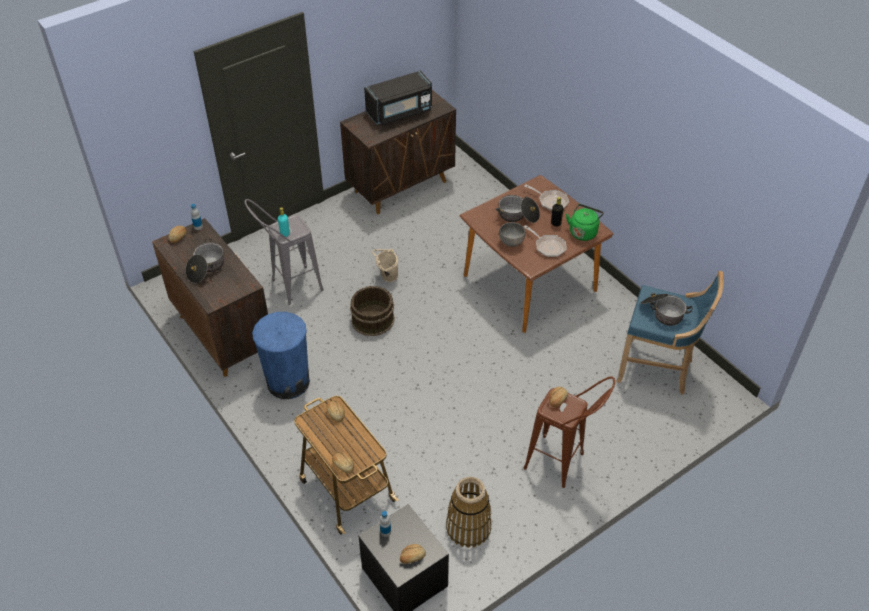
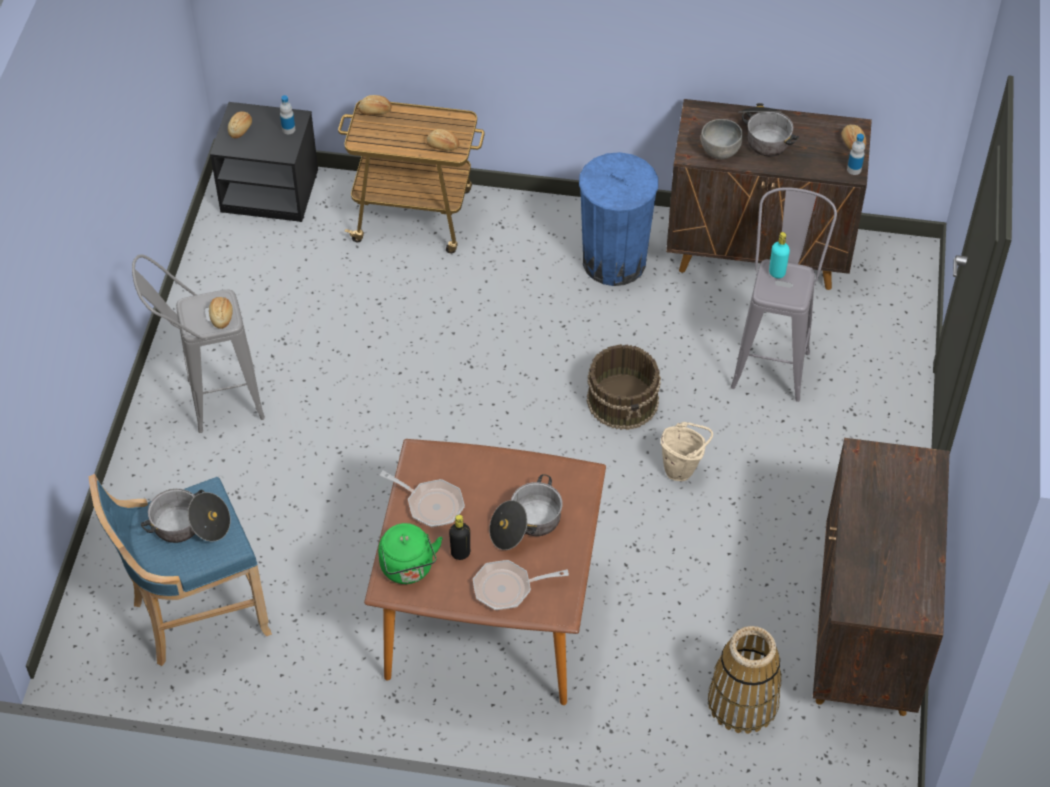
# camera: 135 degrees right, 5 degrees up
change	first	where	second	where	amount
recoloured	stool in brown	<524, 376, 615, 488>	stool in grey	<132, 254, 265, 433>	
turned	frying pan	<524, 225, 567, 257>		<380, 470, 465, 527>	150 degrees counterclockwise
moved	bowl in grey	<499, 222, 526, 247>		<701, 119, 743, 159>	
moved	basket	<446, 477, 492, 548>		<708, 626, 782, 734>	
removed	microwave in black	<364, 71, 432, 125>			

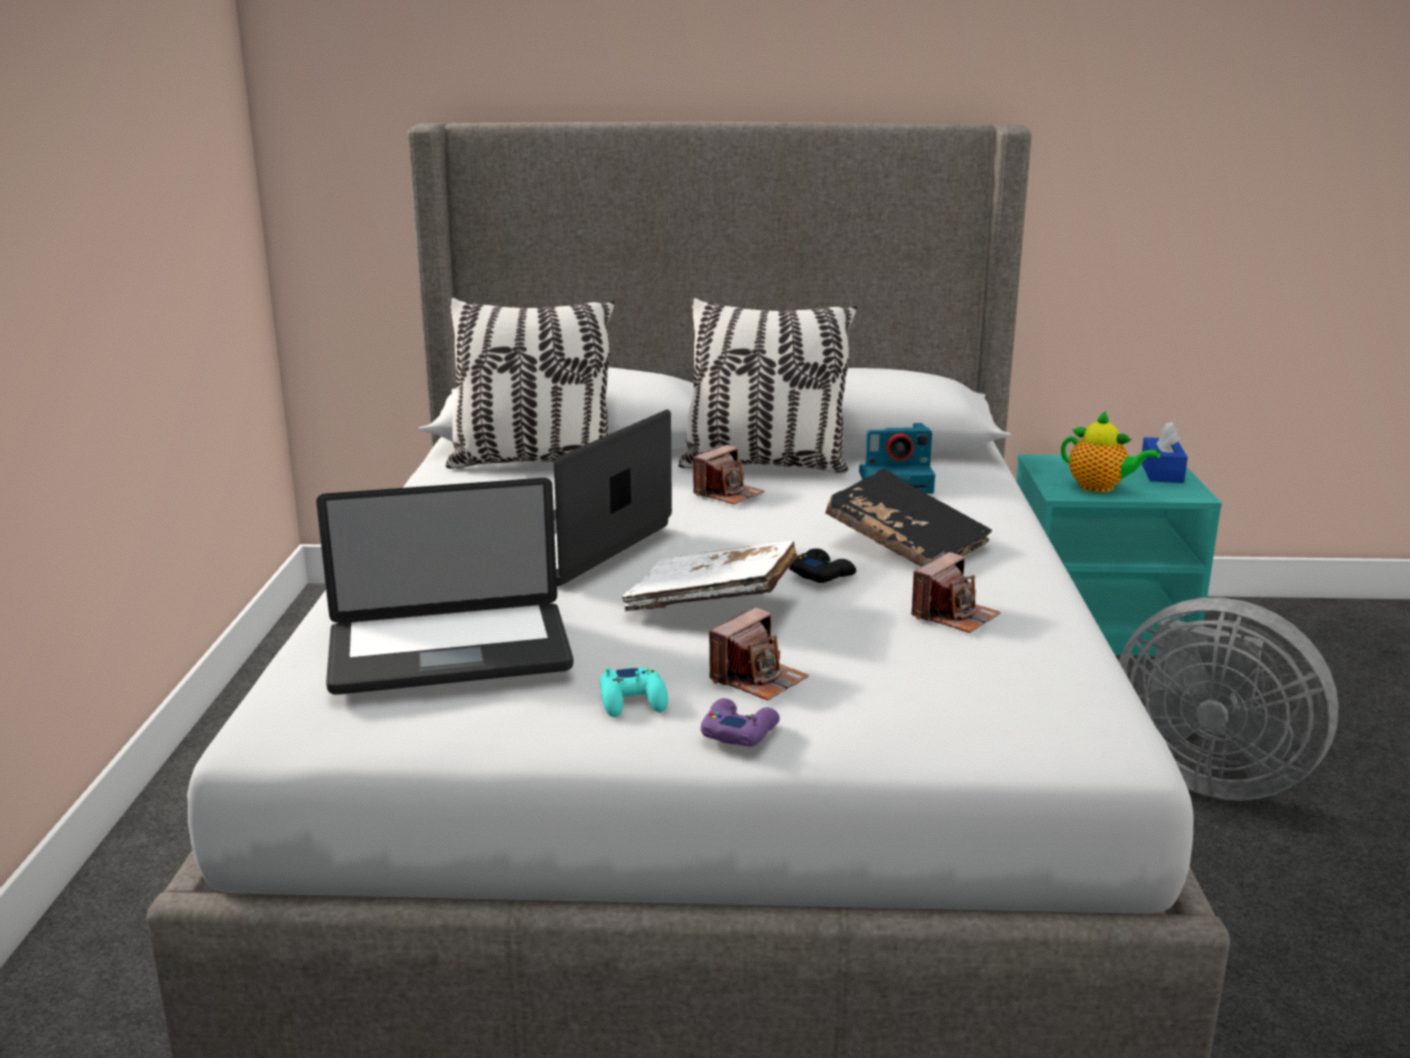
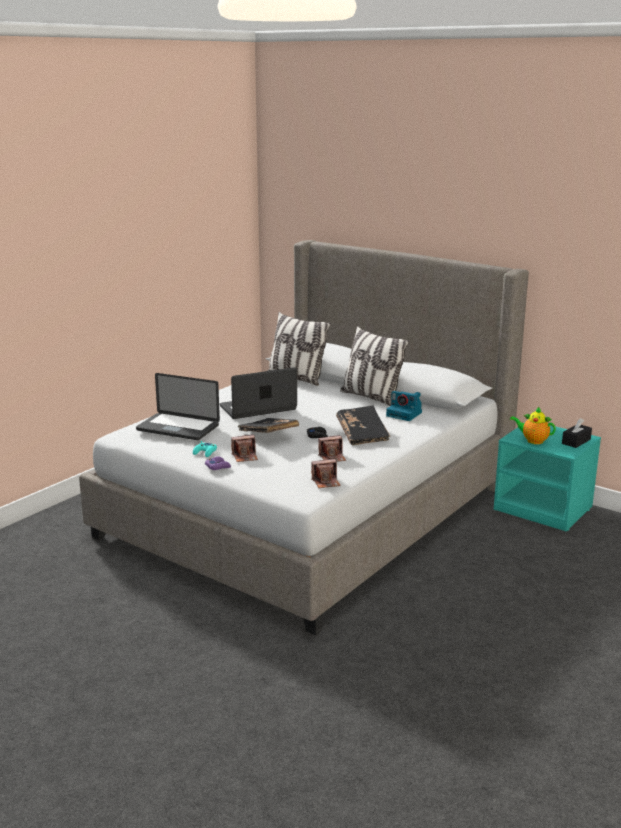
# camera: 35 degrees right, 0 degrees up
change	first	where	second	where	amount
recoloured	book in white	<622, 540, 798, 611>	book in black	<238, 418, 299, 433>	
moved	photo camera	<693, 445, 765, 504>		<311, 458, 341, 488>	
turned	teapot	<1061, 411, 1160, 493>		<510, 407, 556, 444>	135 degrees clockwise
recoloured	tissue box in blue	<1141, 422, 1188, 483>	tissue box in black	<562, 418, 592, 448>	
removed	fan in grey	<1119, 597, 1339, 801>			

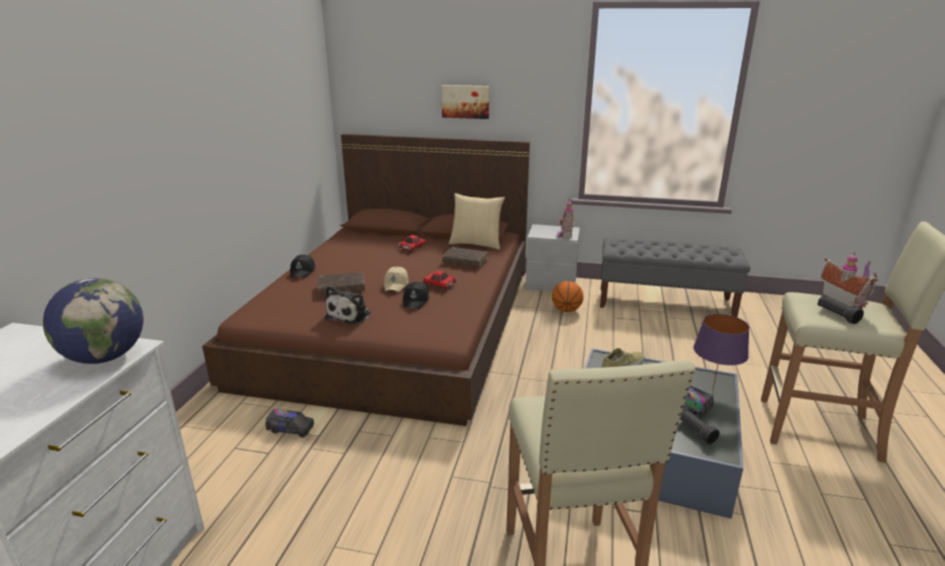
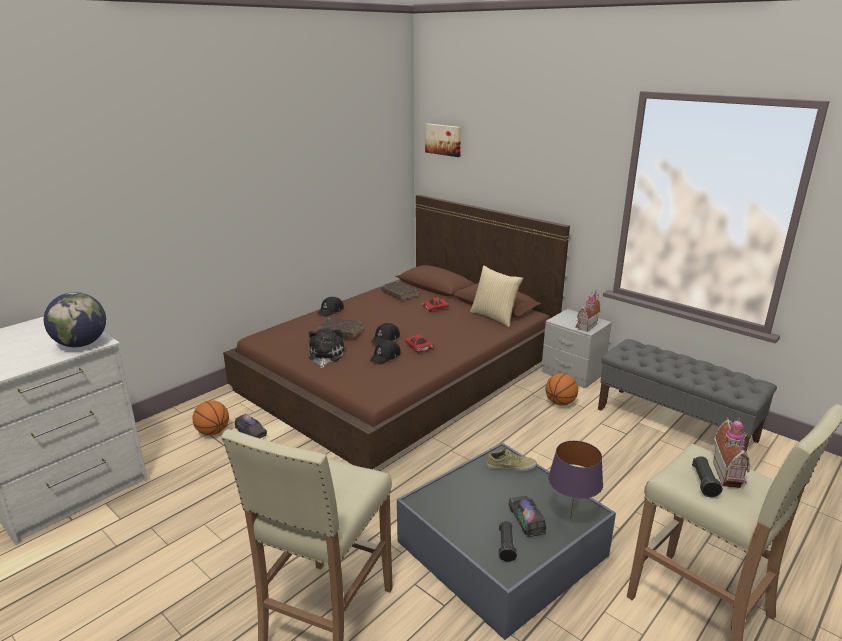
# camera: 30 degrees right, 0 degrees up
change	first	where	second	where	amount
added			basketball	<192, 400, 229, 436>	
turned	plush toy	<325, 286, 371, 324>		<309, 328, 344, 368>	135 degrees clockwise
recoloured	cap in beige	<384, 266, 409, 292>	cap in black	<371, 323, 400, 344>	
moved	book in brown	<442, 247, 489, 267>		<381, 281, 419, 300>	
moved	picture	<441, 85, 489, 119>		<425, 124, 461, 157>	

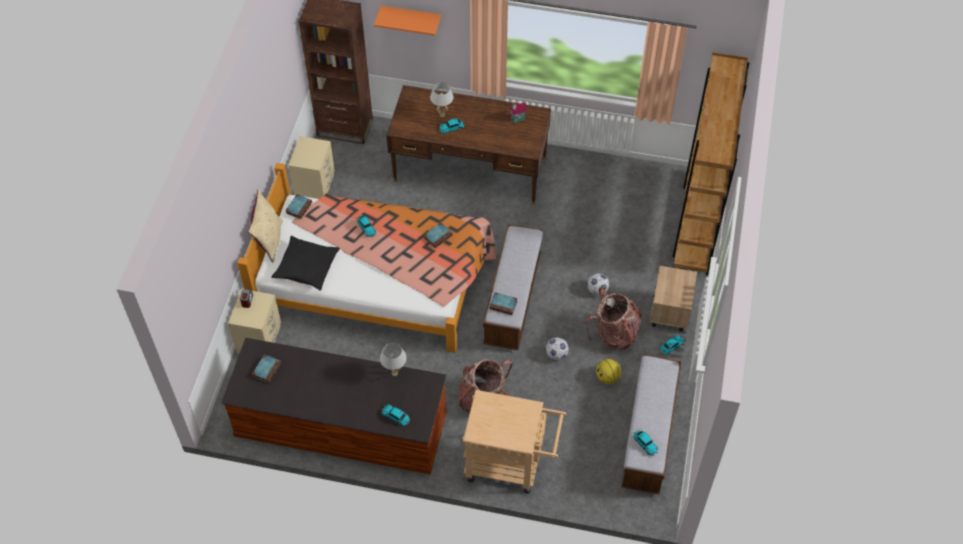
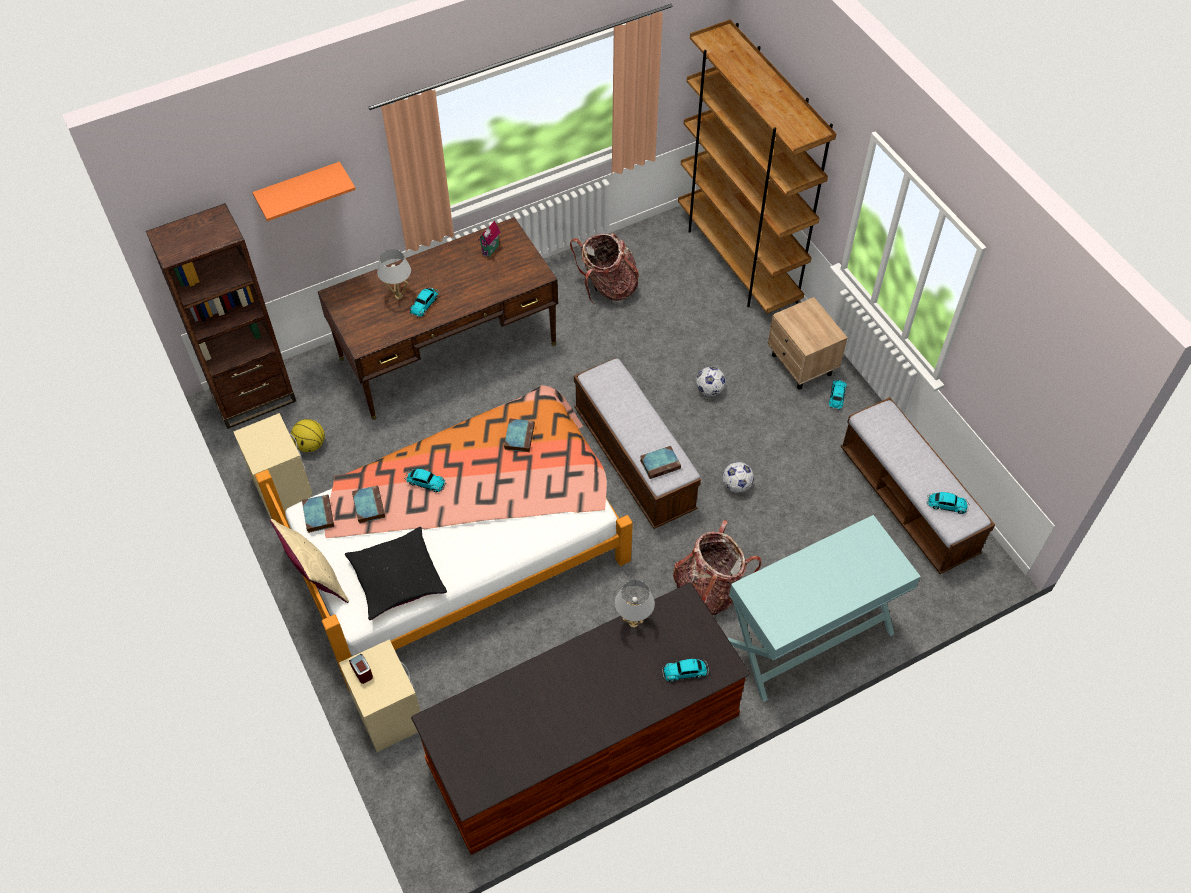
# camera: 40 degrees left, 0 degrees up
change	first	where	second	where	amount
moved	basketball	<596, 359, 621, 384>		<291, 419, 325, 452>	
moved	book	<252, 354, 281, 383>		<352, 485, 385, 524>	
moved	backpack	<586, 287, 642, 350>		<570, 233, 639, 304>	
replaced	cart in beige	<462, 390, 566, 493>	console table in turquoise	<727, 515, 921, 702>	

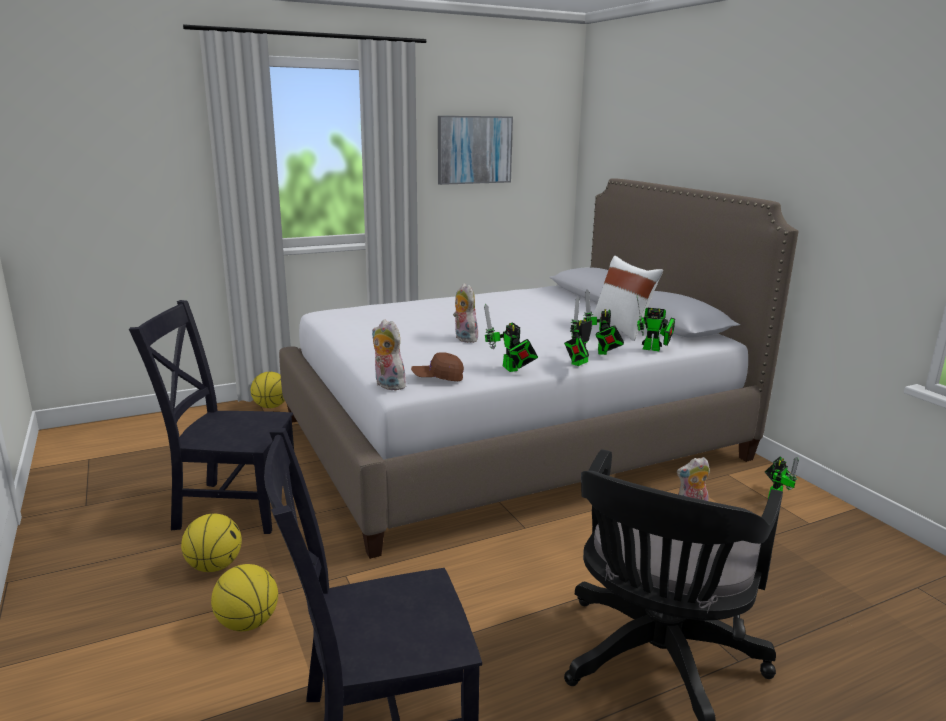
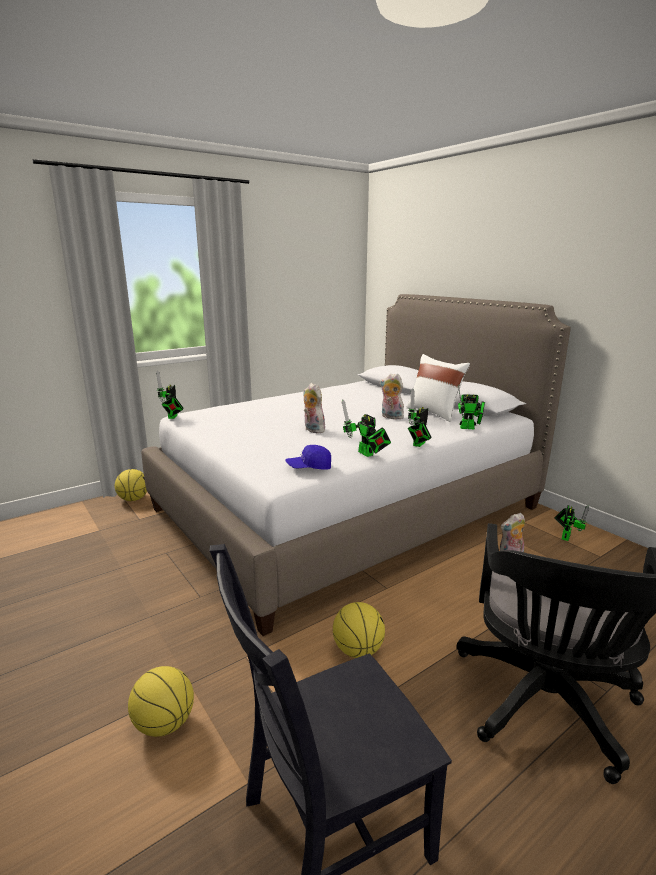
# camera: 10 degrees left, 0 degrees up
change	first	where	second	where	amount
moved	toy robot	<584, 289, 624, 355>		<156, 370, 184, 419>	
recoloured	cap in brown	<411, 352, 464, 381>	cap in blue	<285, 445, 331, 470>	
moved	basketball	<181, 514, 242, 572>		<333, 602, 385, 658>	
moved	plush toy	<372, 319, 406, 390>		<380, 373, 404, 419>	
removed	chair in black	<129, 300, 294, 534>			
removed	picture	<438, 116, 513, 185>			

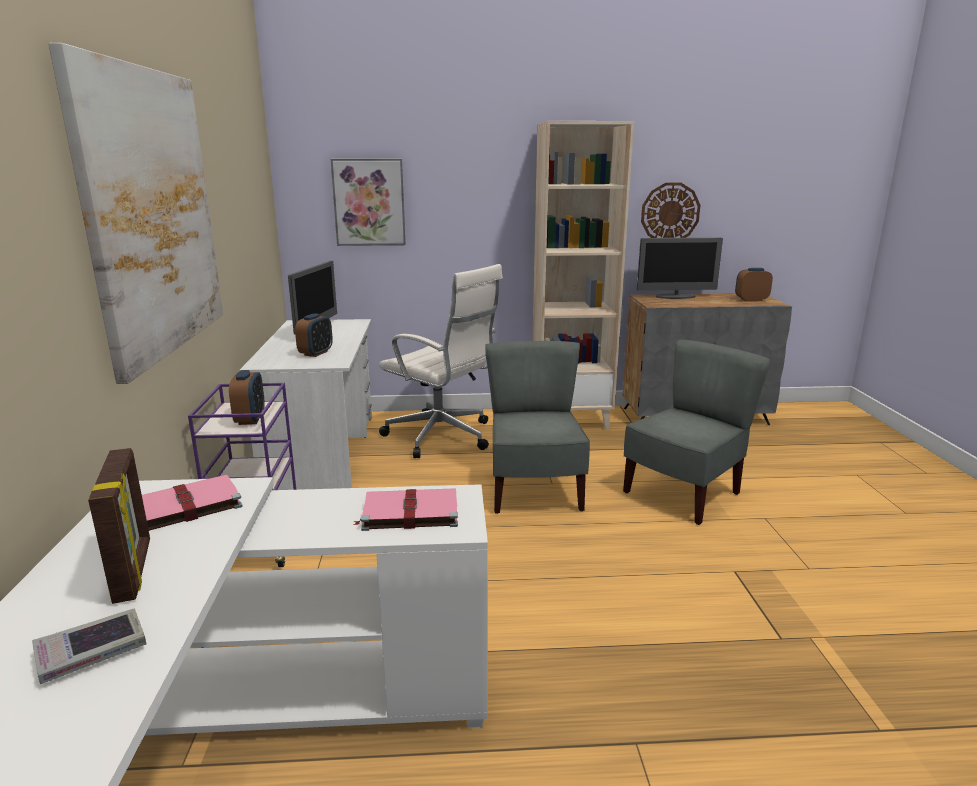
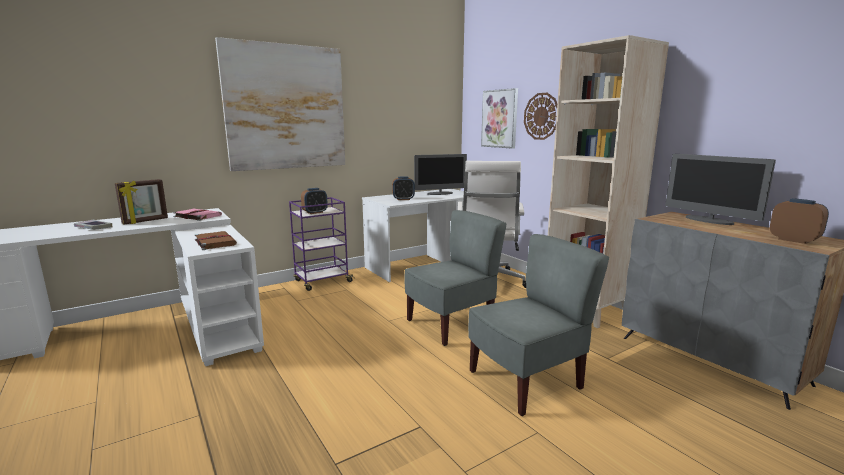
# camera: 60 degrees right, 5 degrees down
change	first	where	second	where	amount
recoloured	book in pink	<354, 488, 458, 531>	book in brown	<194, 231, 237, 250>	
turned	chair in grey	<623, 340, 770, 525>		<468, 234, 609, 416>	45 degrees counterclockwise
moved	wall clock	<641, 183, 701, 238>		<524, 93, 557, 140>	

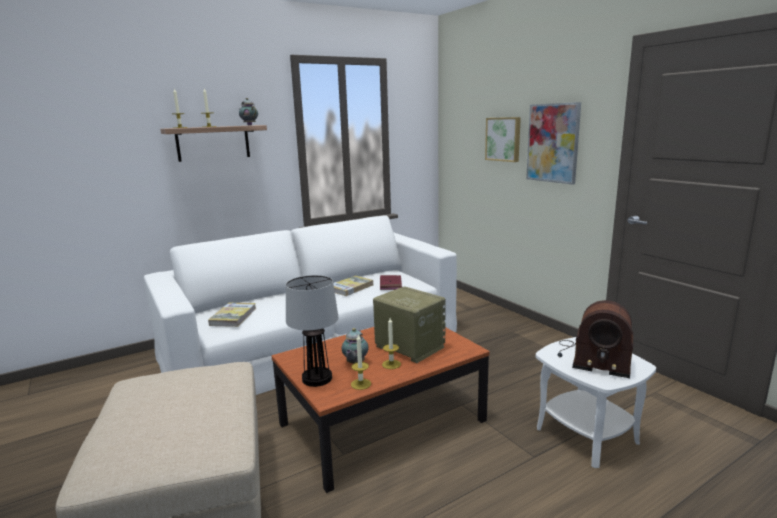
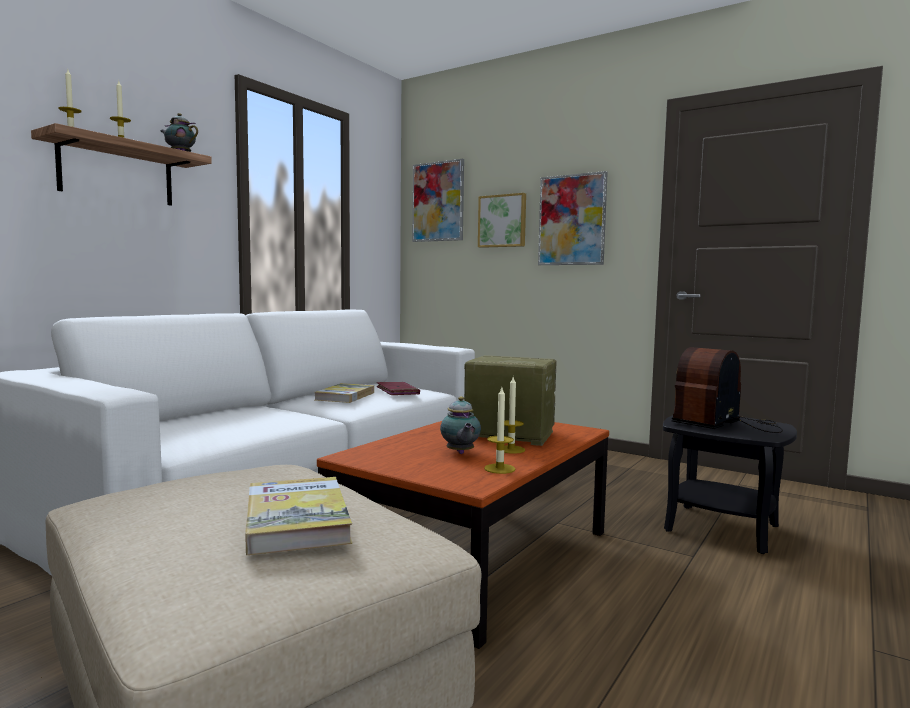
# camera: 25 degrees left, 10 degrees down
change	first	where	second	where	amount
moved	book	<208, 303, 256, 327>		<245, 477, 352, 555>	
added			picture	<412, 159, 464, 242>	
recoloured	side table in white	<536, 337, 656, 468>	side table in black	<663, 415, 797, 554>	
turned	radio	<558, 300, 633, 378>		<672, 347, 783, 433>	135 degrees clockwise
removed	table lamp	<286, 275, 339, 387>			

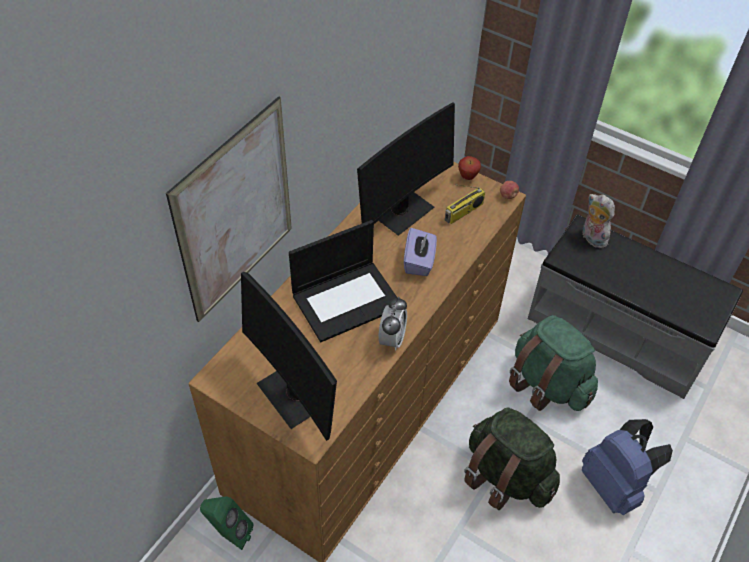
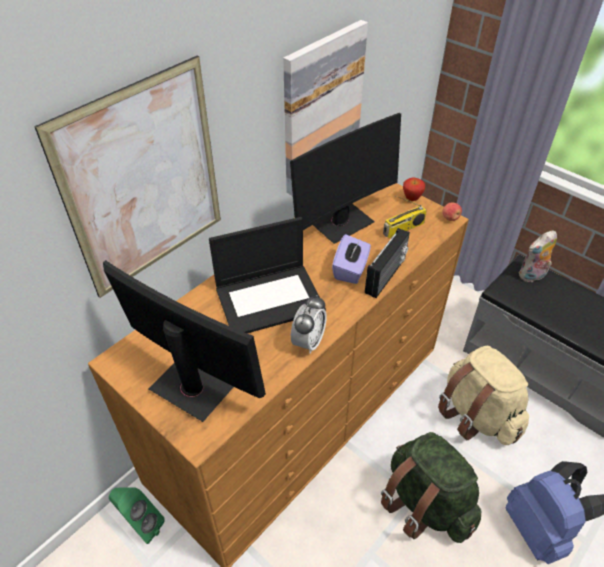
# camera: 10 degrees right, 5 degrees down
change	first	where	second	where	amount
turned	monitor	<241, 272, 337, 441>		<103, 260, 266, 422>	150 degrees clockwise
added			picture	<283, 20, 368, 196>	
added			radio	<365, 228, 410, 298>	
recoloured	backpack in green	<509, 315, 598, 411>	backpack in beige	<438, 345, 529, 445>	
turned	plush toy	<583, 194, 615, 248>		<519, 230, 557, 282>	90 degrees counterclockwise

